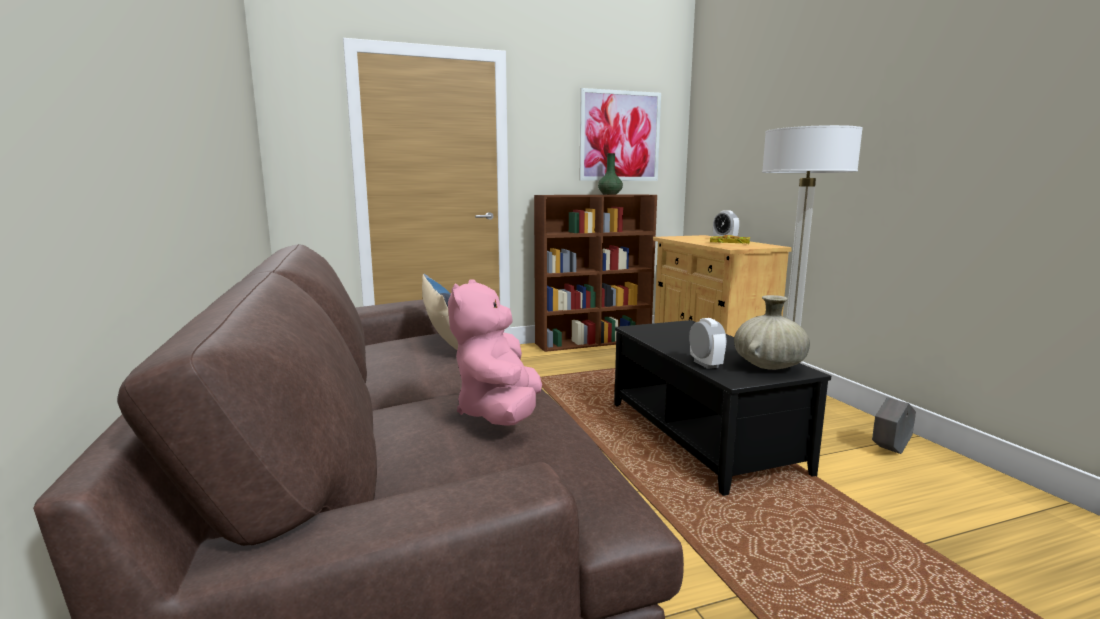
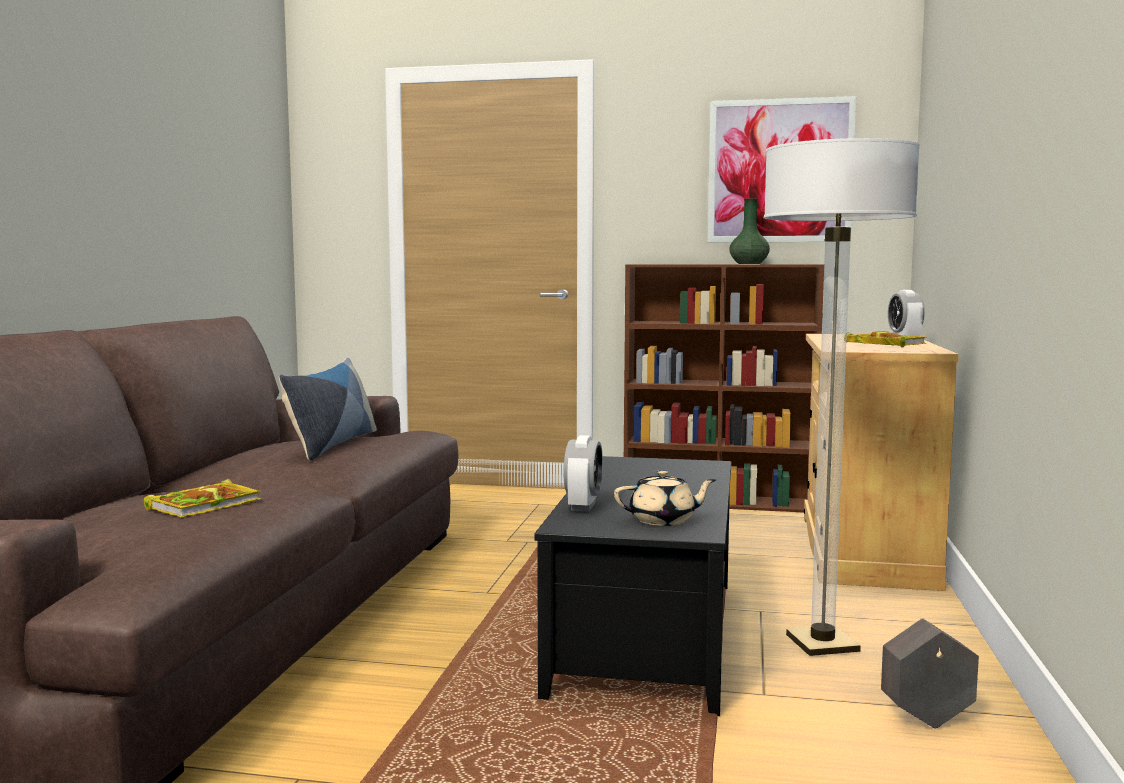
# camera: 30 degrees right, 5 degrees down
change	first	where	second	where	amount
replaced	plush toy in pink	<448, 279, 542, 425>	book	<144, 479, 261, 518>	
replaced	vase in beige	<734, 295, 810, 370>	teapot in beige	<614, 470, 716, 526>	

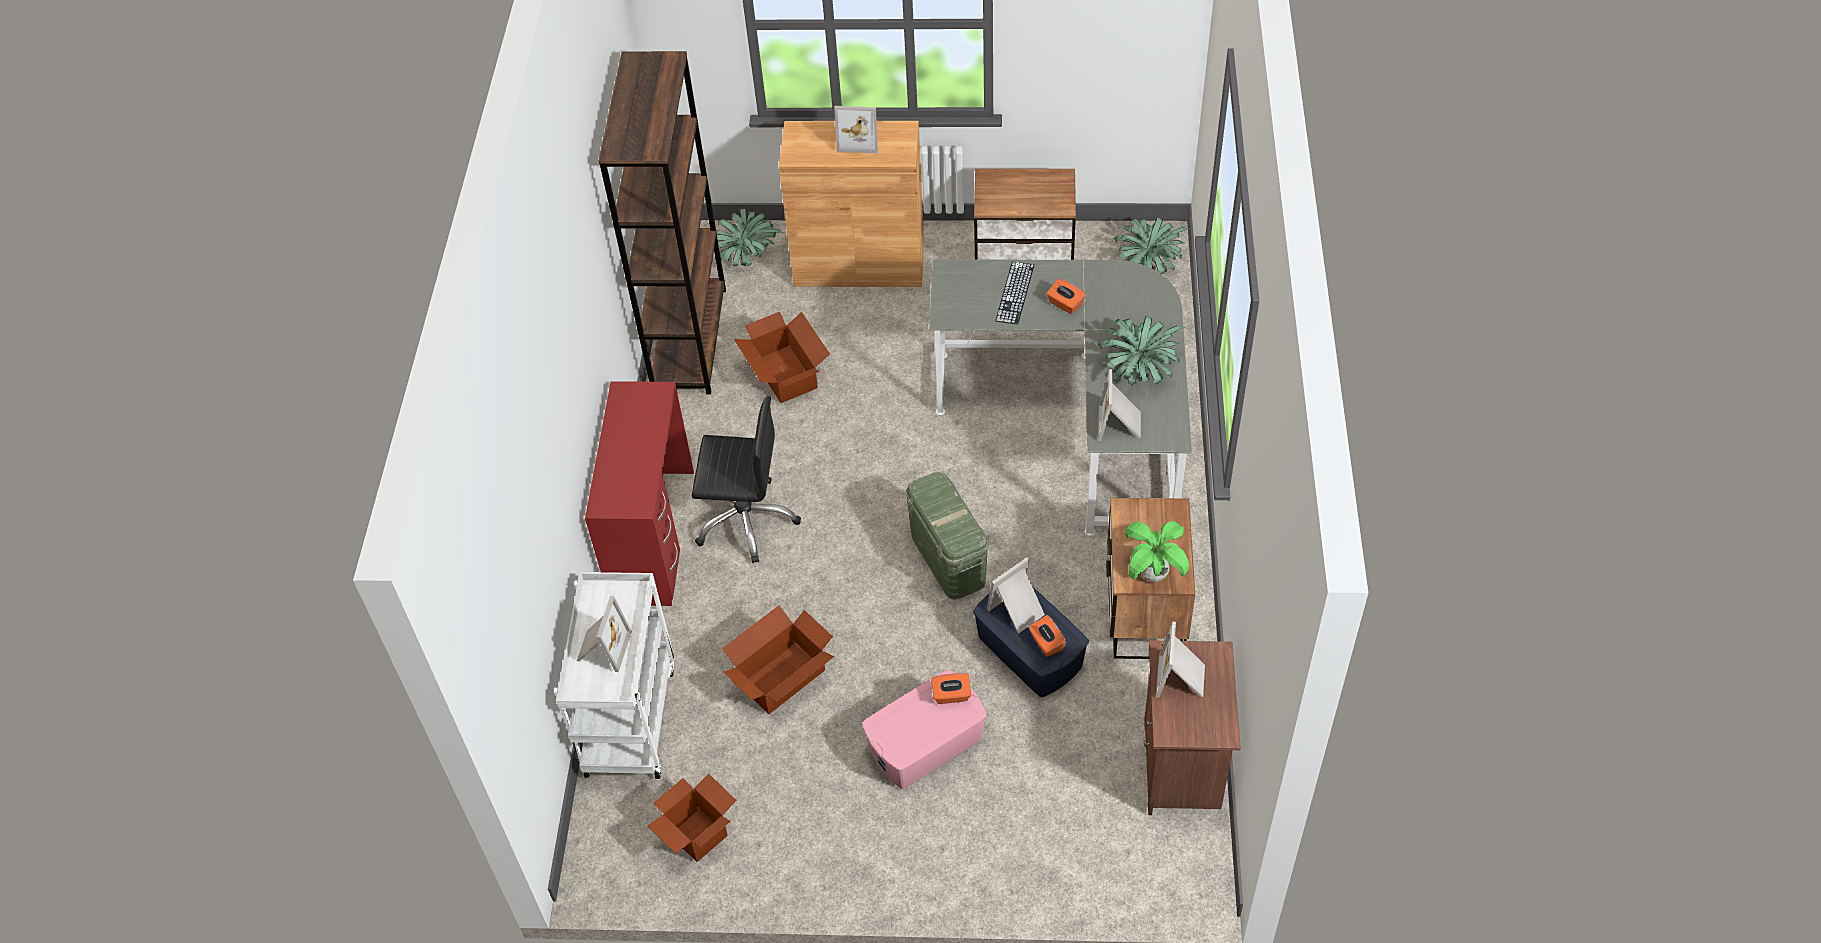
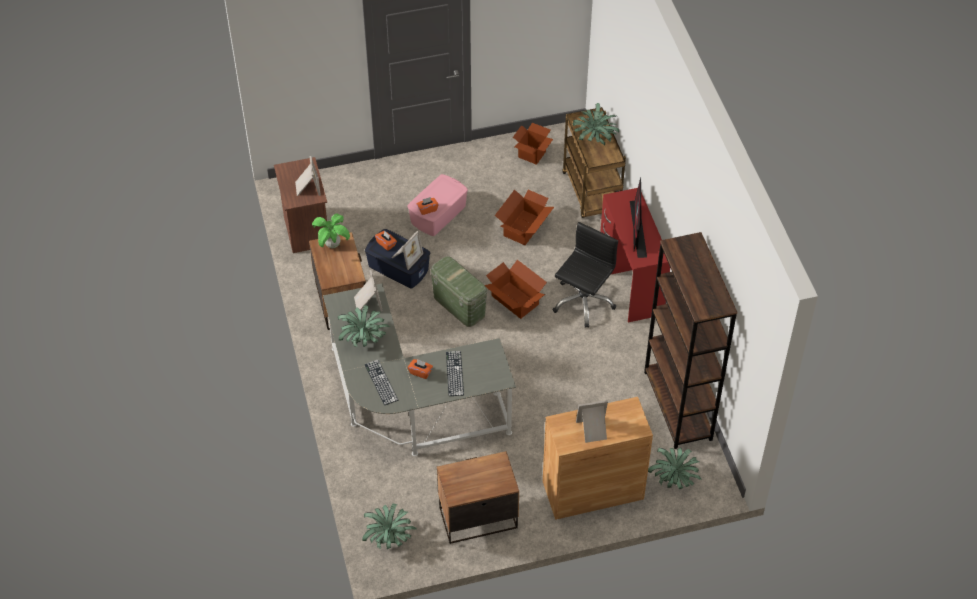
# camera: 160 degrees right, 0 degrees up
change	first	where	second	where	amount
added			keyboard	<365, 360, 399, 406>	
moved	cardboard box	<734, 312, 830, 403>		<485, 260, 547, 319>	
turned	office chair in black	<692, 396, 801, 563>		<552, 222, 618, 328>	135 degrees clockwise
recoloured	cart in white	<554, 572, 674, 779>	cart in brown	<562, 107, 626, 218>	
replaced	picture frame	<577, 596, 632, 672>	potted plant	<573, 103, 619, 145>	
added			monitor	<630, 178, 647, 258>	

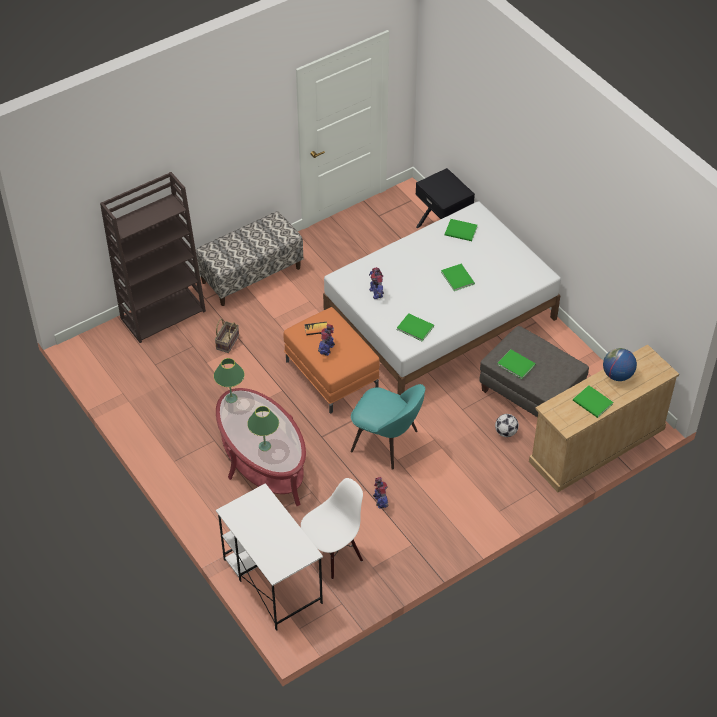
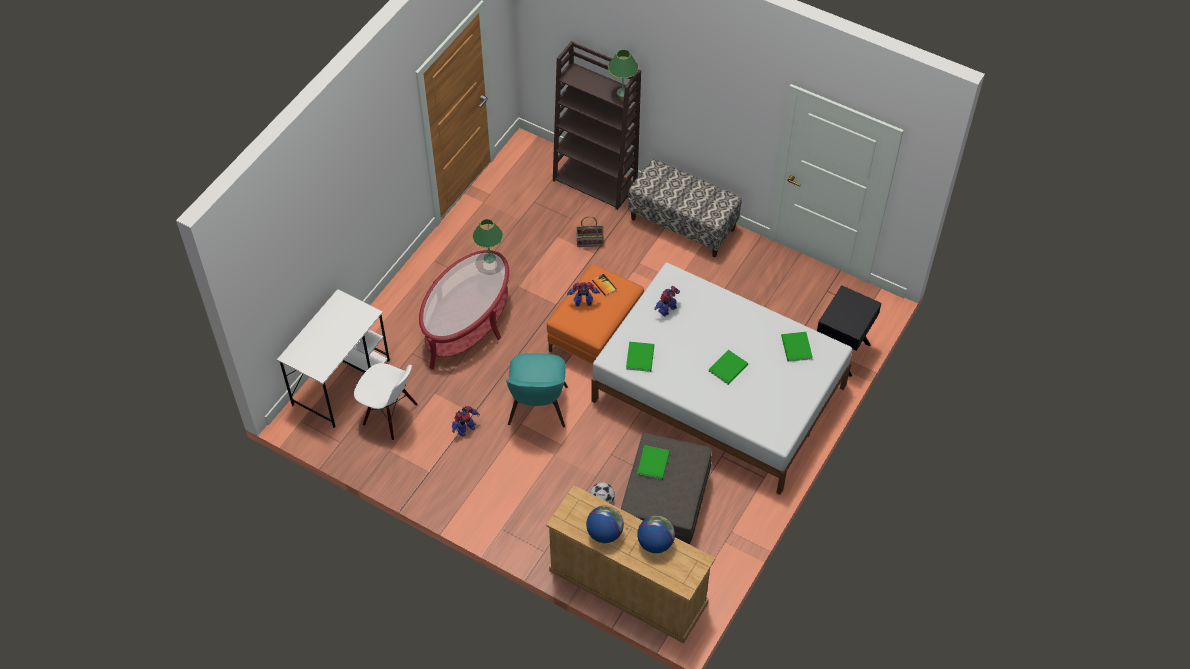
# camera: 65 degrees right, 5 degrees up
change	first	where	second	where	amount
replaced	book in green	<573, 385, 613, 418>	globe	<586, 506, 624, 543>	
moved	table lamp in green	<247, 406, 279, 451>		<608, 49, 638, 97>	

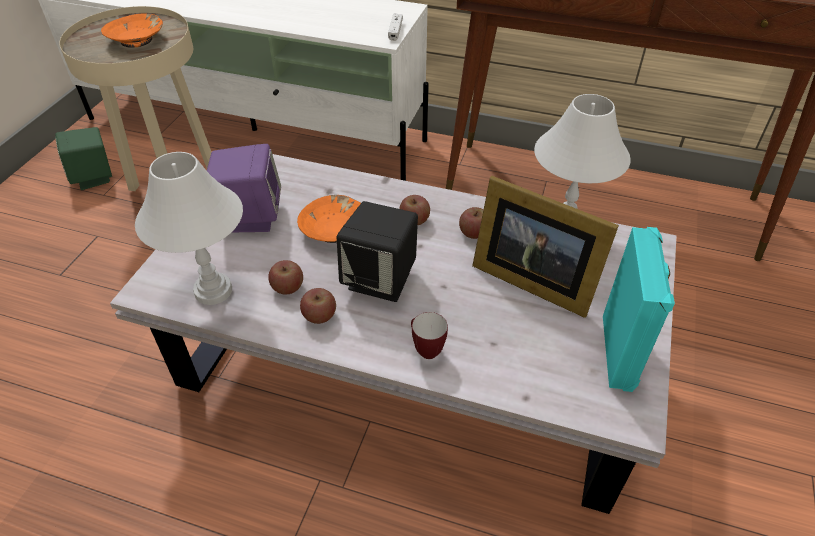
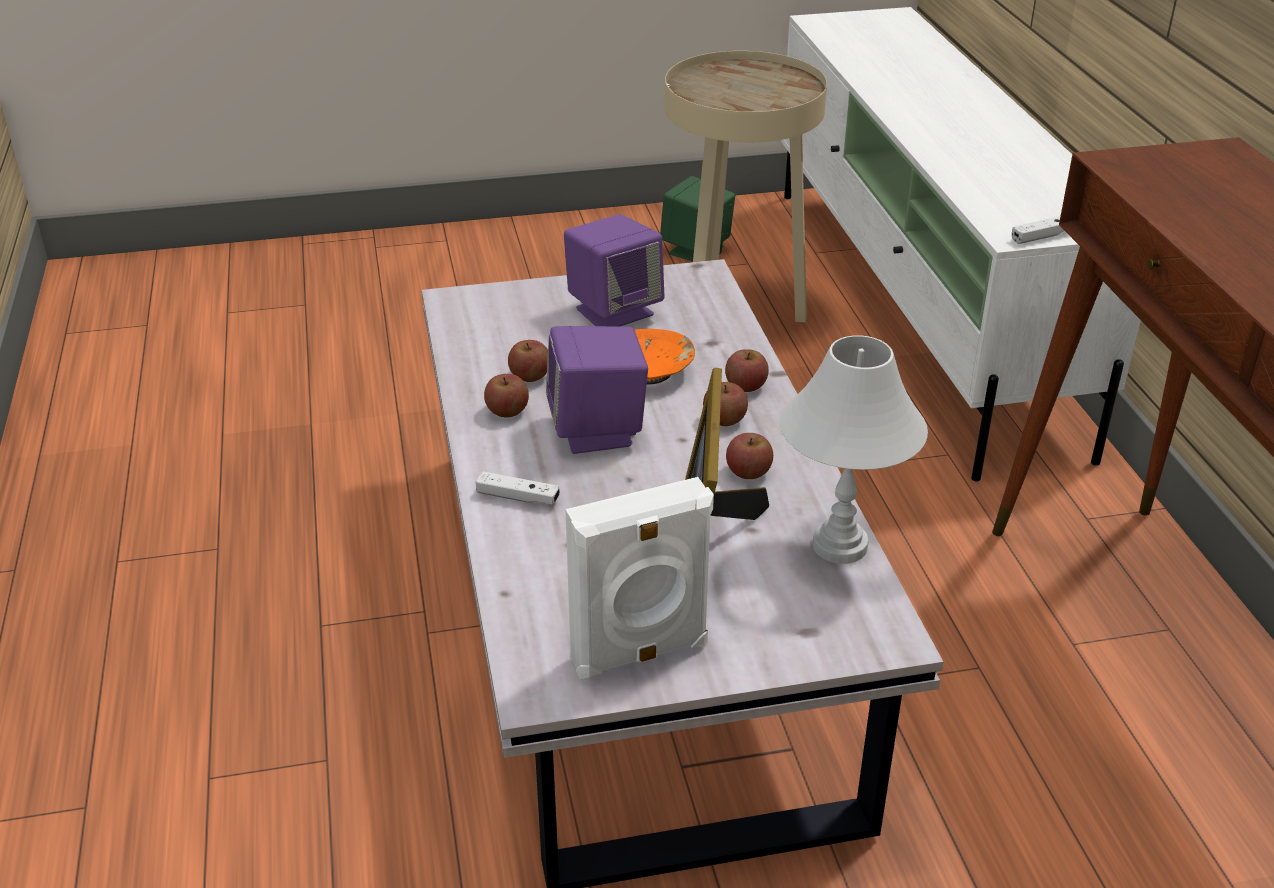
# camera: 60 degrees right, 10 degrees down
change	first	where	second	where	amount
replaced	mug	<411, 312, 448, 359>	game controller in white	<475, 471, 560, 505>	
recoloured	speaker in black	<336, 201, 418, 302>	speaker in purple	<546, 326, 648, 454>	
recoloured	speaker in turquoise	<603, 227, 675, 392>	speaker in white	<565, 477, 714, 679>	
added			apple	<725, 349, 769, 392>	
removed	bowl in orange	<101, 13, 163, 48>			
removed	table lamp in white	<135, 152, 243, 305>			

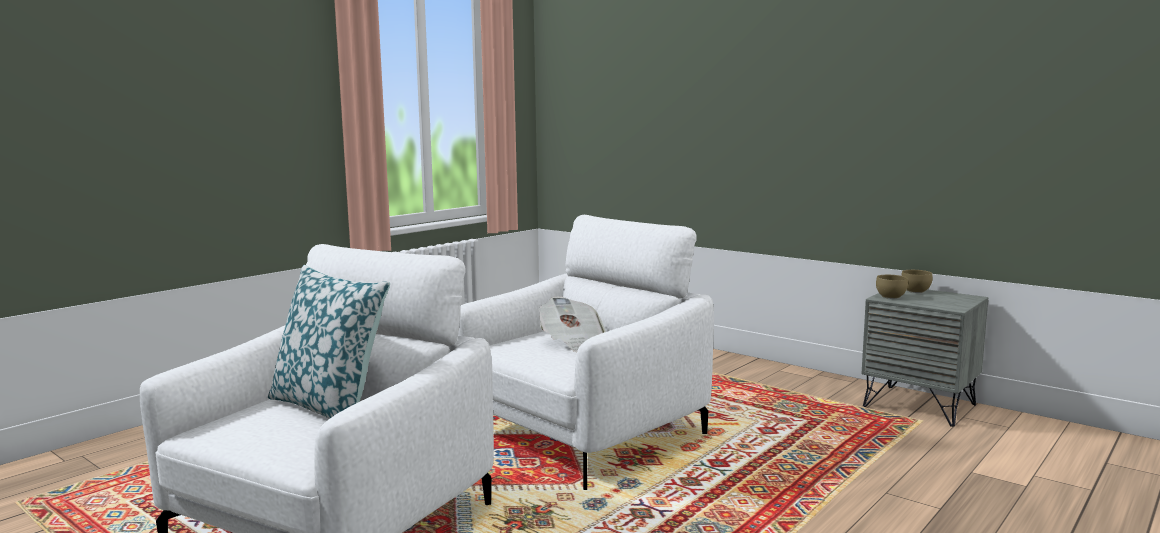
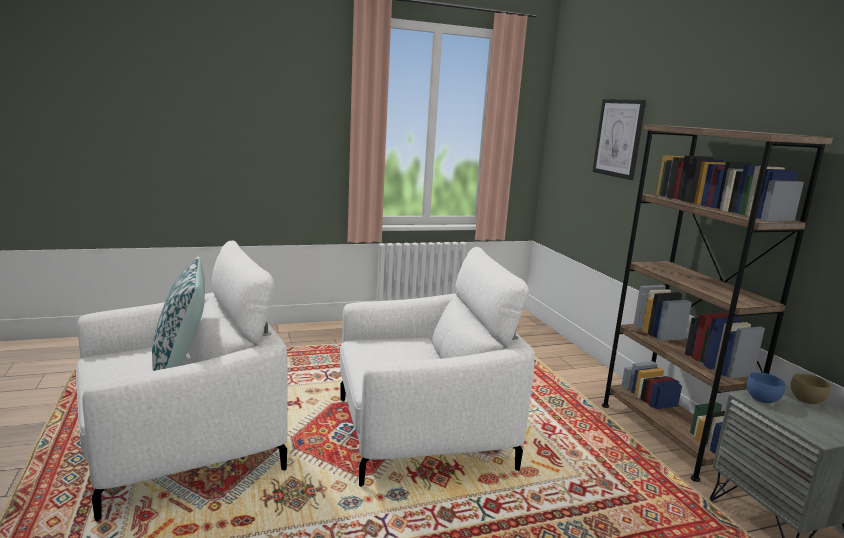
# camera: 30 degrees right, 5 degrees up
change	first	where	second	where	amount
added			picture	<593, 99, 646, 180>	
added			bookcase in brown	<602, 124, 833, 482>	
recoloured	bowl in brown	<876, 275, 908, 299>	bowl in blue	<747, 372, 786, 404>	
removed	newspaper	<539, 296, 606, 352>			

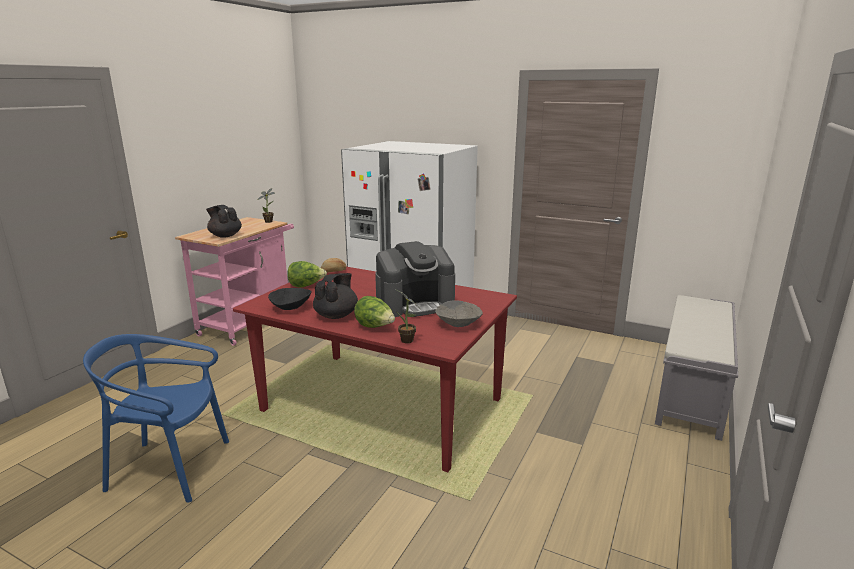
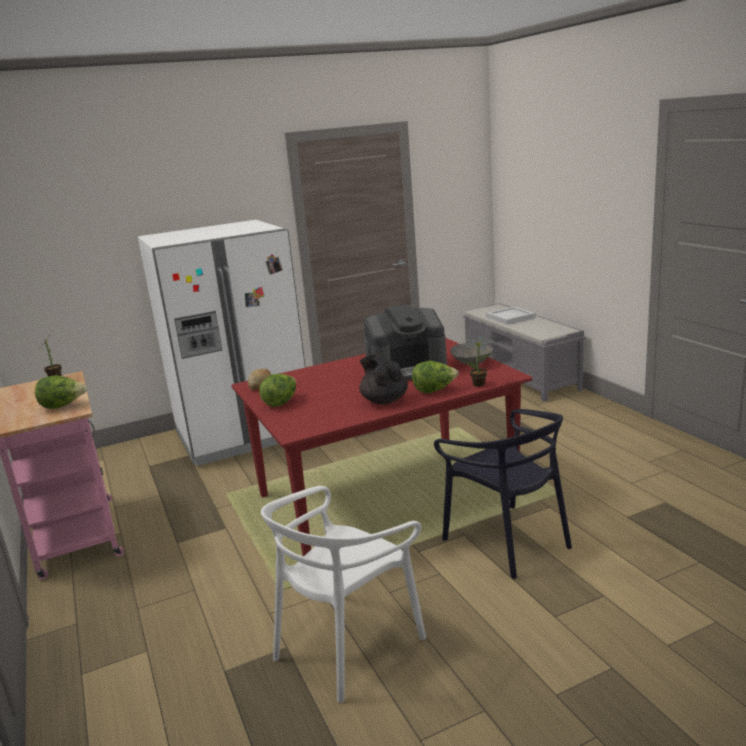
# camera: 50 degrees left, 0 degrees up
change	first	where	second	where	amount
replaced	teapot in black	<206, 205, 242, 238>	lettuce	<35, 376, 87, 409>	
recoloured	chair in blue	<83, 334, 229, 503>	chair in white	<261, 486, 426, 703>	
turned	coffee machine	<375, 241, 455, 317>		<364, 304, 447, 380>	60 degrees clockwise
added			chair in black	<434, 409, 572, 579>	
added			tray in white	<486, 306, 536, 325>	
removed	bowl in black	<268, 288, 312, 310>			

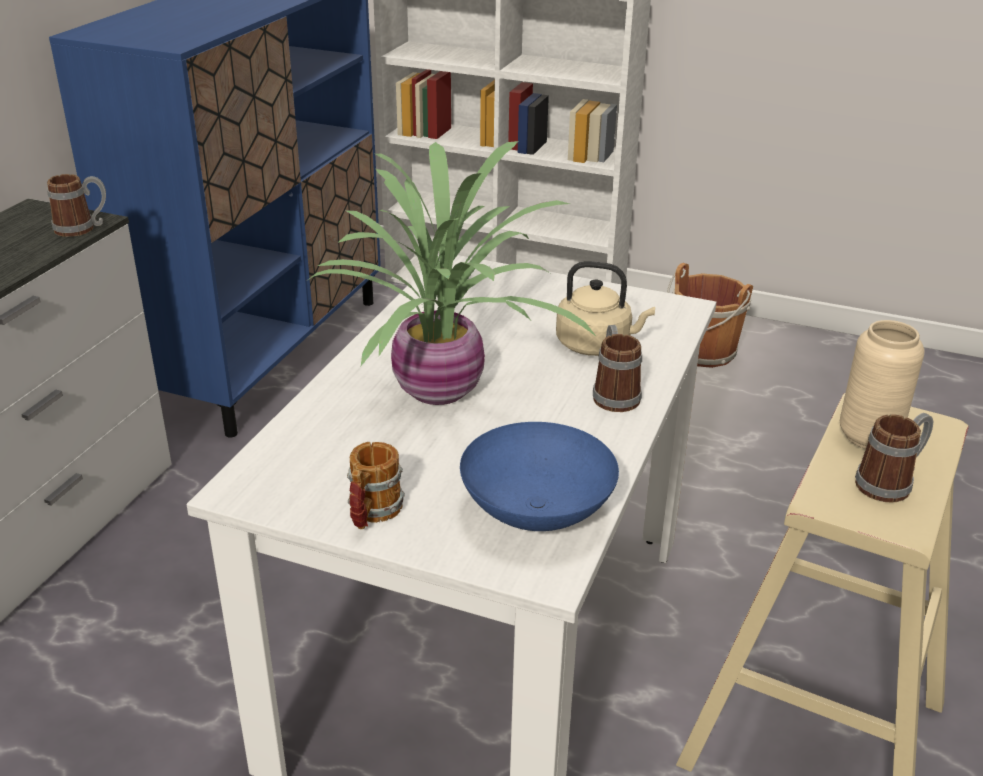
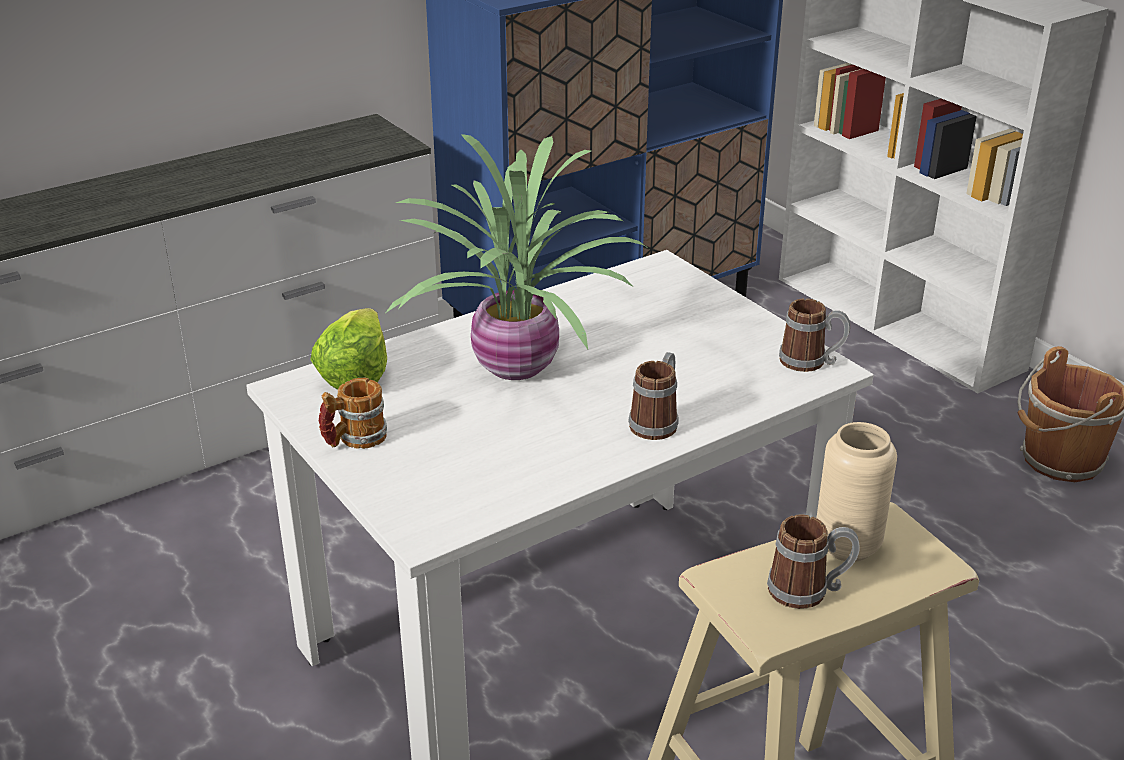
# camera: 35 degrees right, 0 degrees up
change	first	where	second	where	amount
added			lettuce	<310, 308, 387, 390>	
moved	mug	<47, 174, 106, 237>		<779, 298, 850, 372>	
removed	bowl in blue	<460, 422, 619, 531>			
removed	kettle in beige	<556, 261, 655, 356>			

